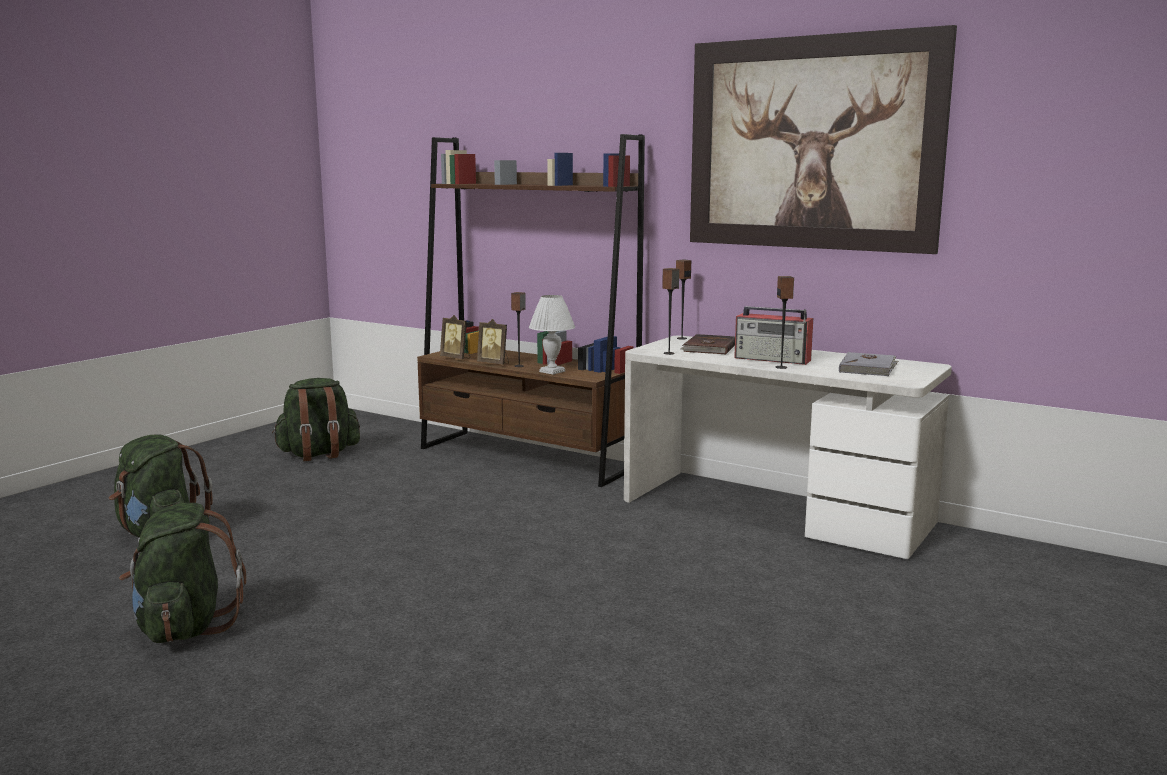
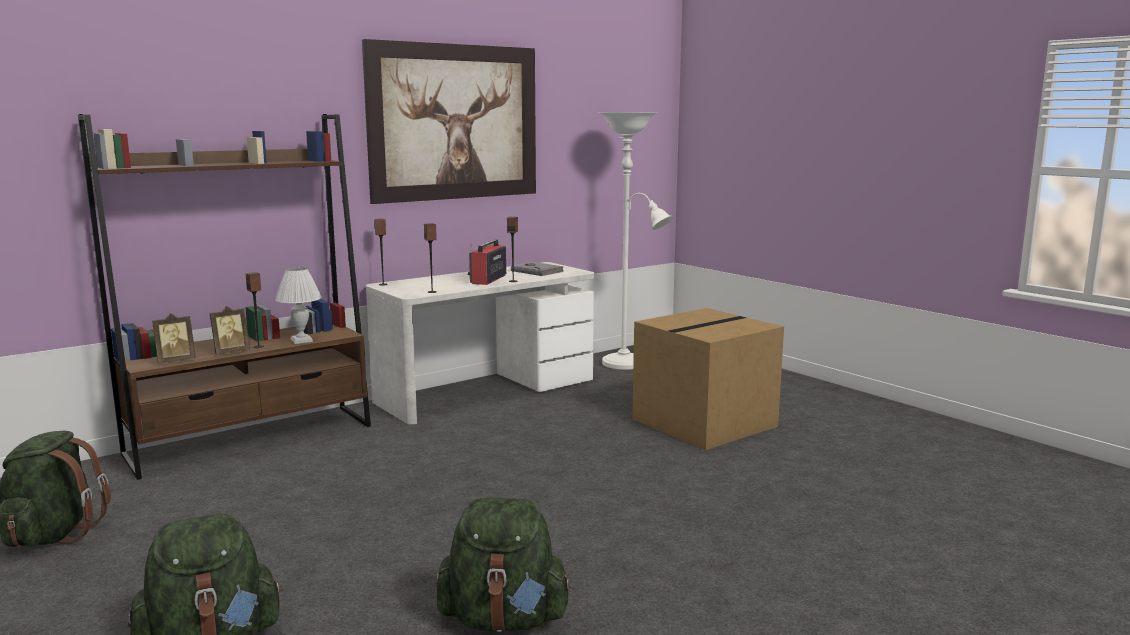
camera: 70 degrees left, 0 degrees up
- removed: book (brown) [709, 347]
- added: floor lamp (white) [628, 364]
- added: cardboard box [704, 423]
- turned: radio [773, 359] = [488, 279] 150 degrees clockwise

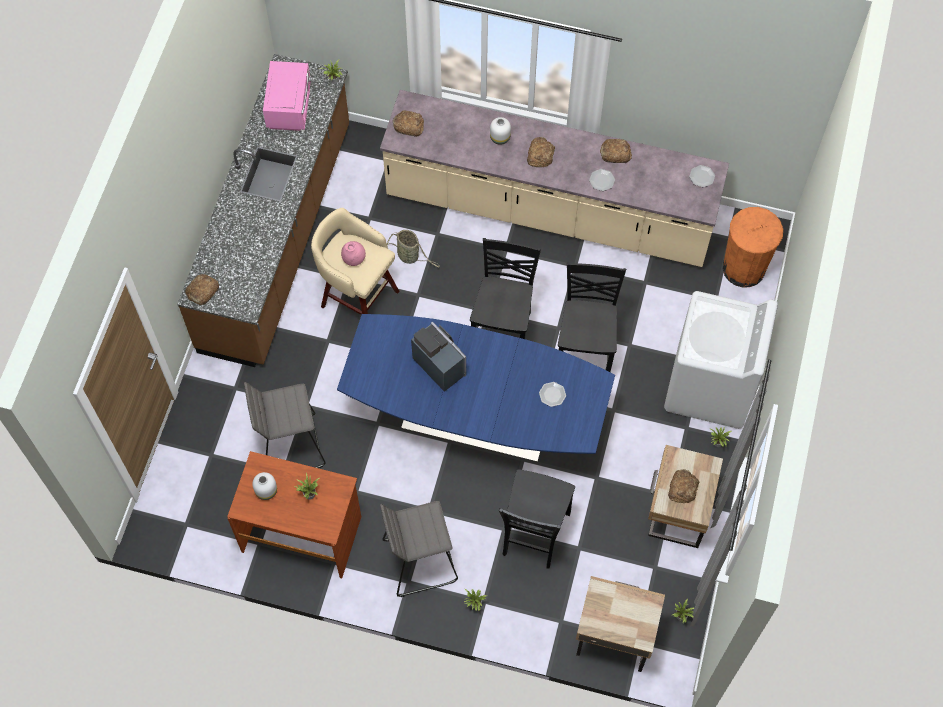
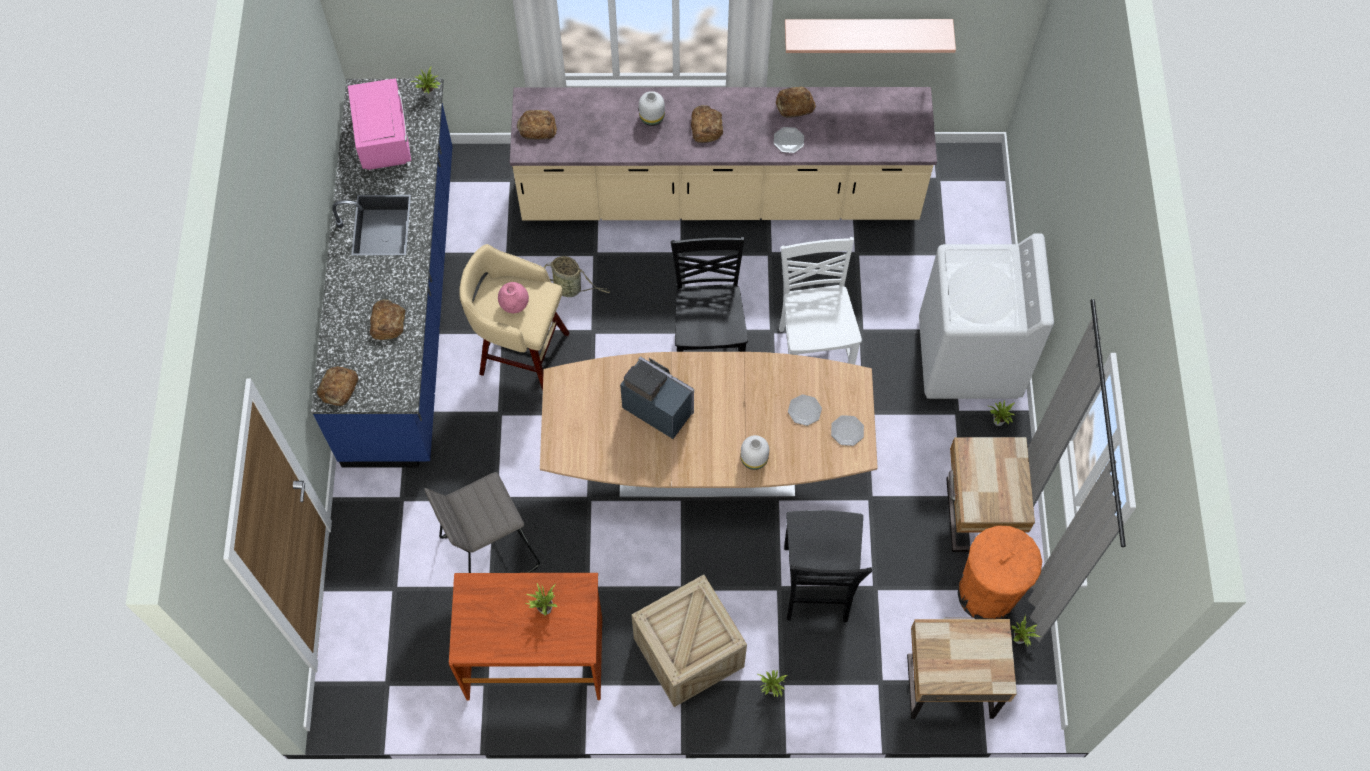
camera: 15 degrees left, 0 degrees up
- added: shelf [867, 30]
- moved: vase (white) [267, 490] to [754, 458]
- moved: bread [682, 488] to [387, 322]
- moved: plate [701, 176] to [847, 431]
- moved: trash can (orange) [743, 268] to [986, 594]
- replaced: stool (grey) [419, 560] to crate [688, 652]
- recoloured: counter (brown) [277, 238] to counter (blue) [403, 304]
- recoloured: dining table (blue) [475, 419] to dining table (brown) [706, 464]
- recoloured: chair (black) [584, 355] to chair (white) [812, 355]

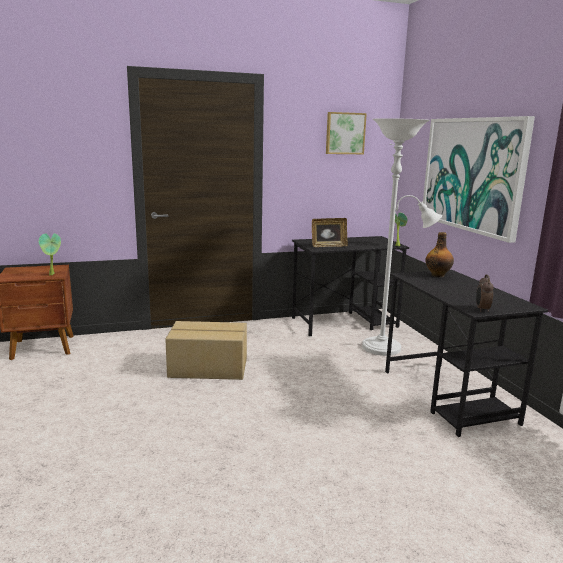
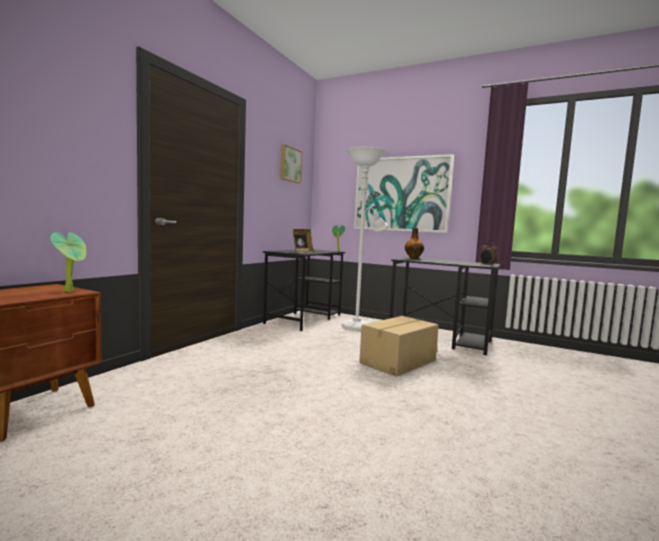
camera: 45 degrees left, 10 degrees down
- moved: cardboard box [208, 368] to [399, 362]

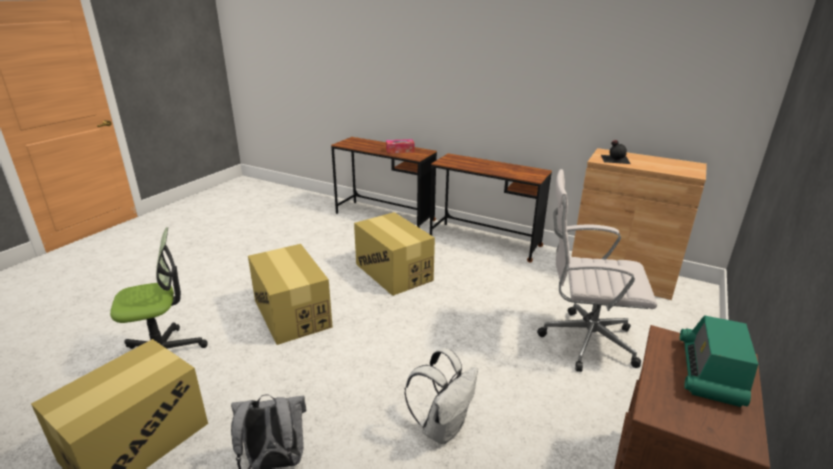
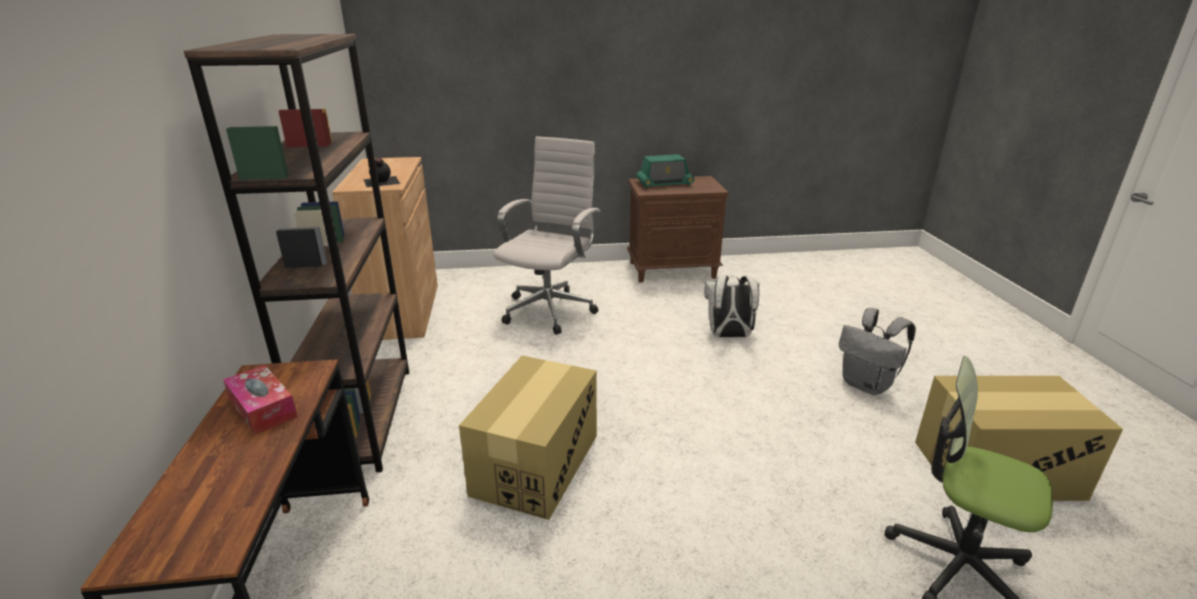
camera: 125 degrees left, 0 degrees up
- removed: cardboard box [292, 313]
- replaced: desk (brown) [485, 242] to bookcase (brown) [363, 418]
- turned: office chair (white) [583, 341] = [551, 309] 135 degrees counterclockwise

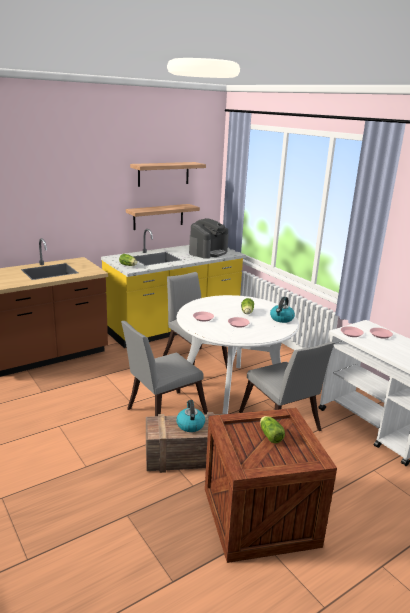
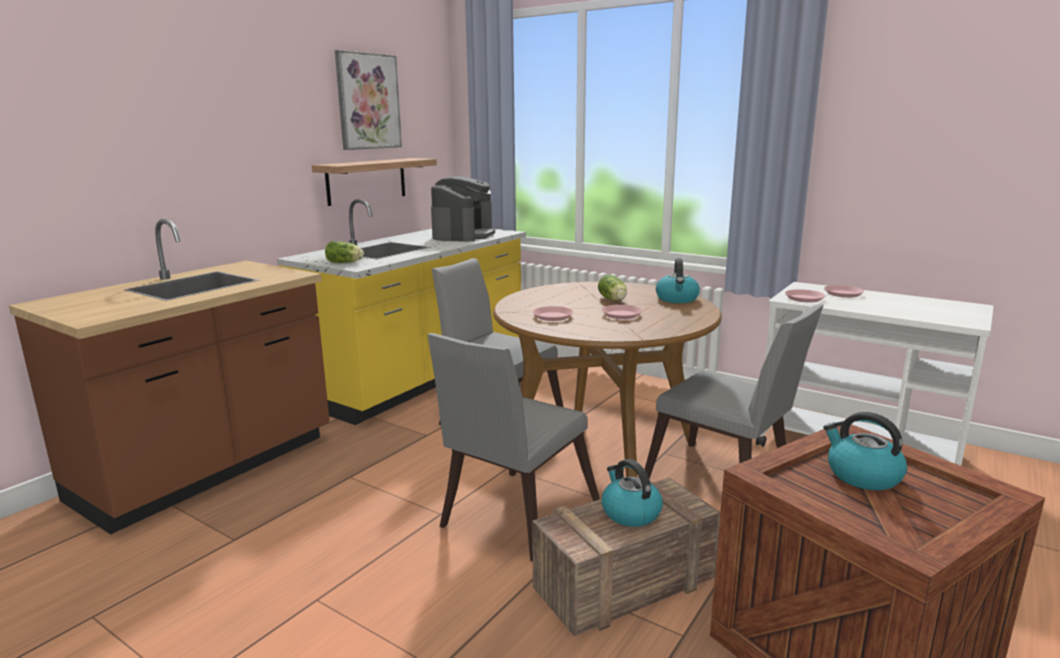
camera: 20 degrees left, 5 degrees down
- replaced: shelf [163, 174] to picture [368, 101]
- replaced: lettuce [270, 435] to kettle [862, 475]
- recoloured: dining table (white) [232, 392] to dining table (brown) [601, 452]

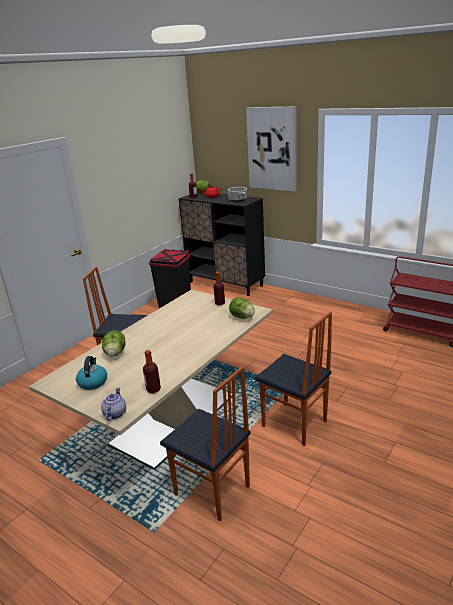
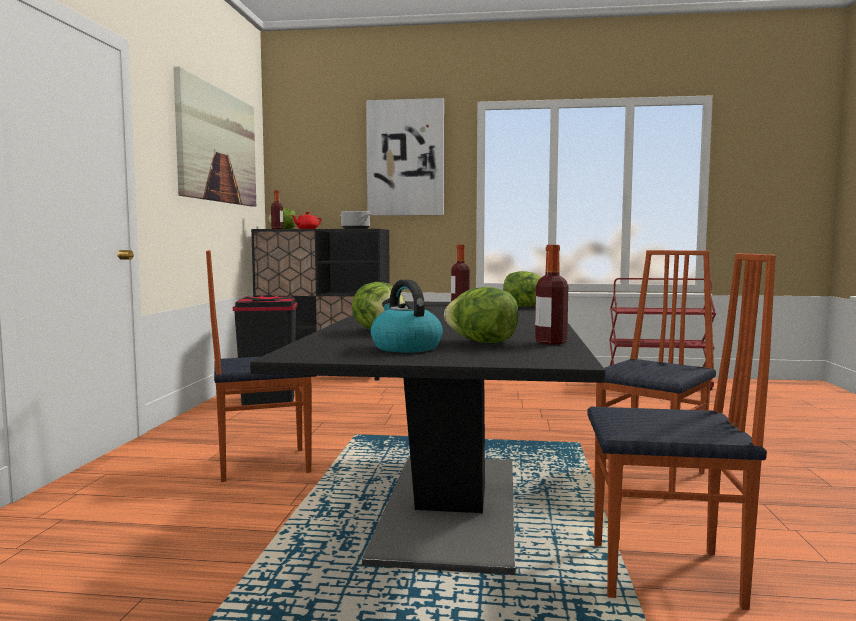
camera: 30 degrees left, 20 degrees down
- removed: teapot [114, 414]
- added: picture [217, 146]
- added: lettuce [482, 342]
- recoloured: dining table (beige) [174, 420] to dining table (black) [451, 507]
- turned: chair [294, 424] = [653, 476] 60 degrees counterclockwise

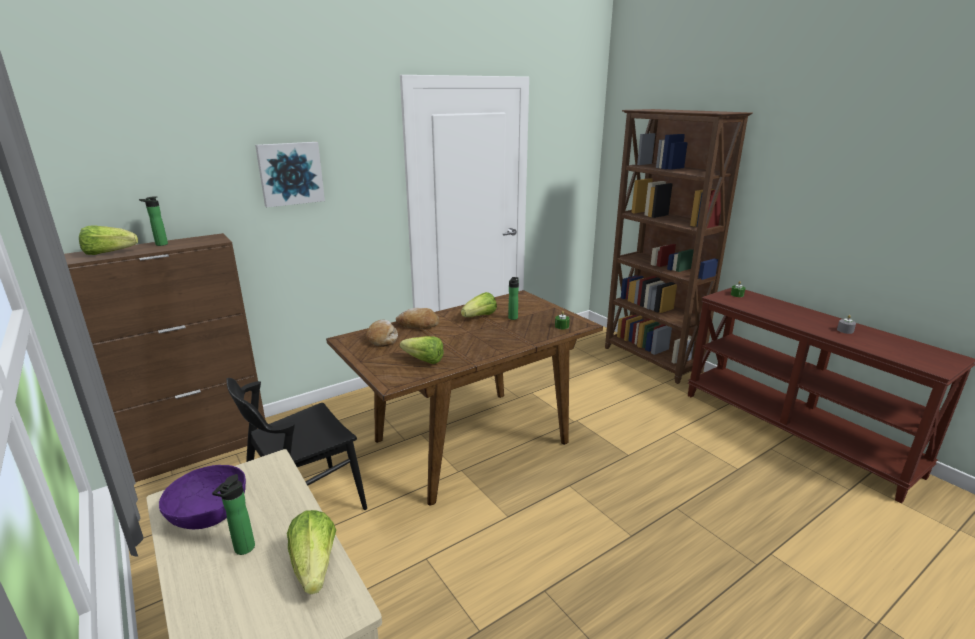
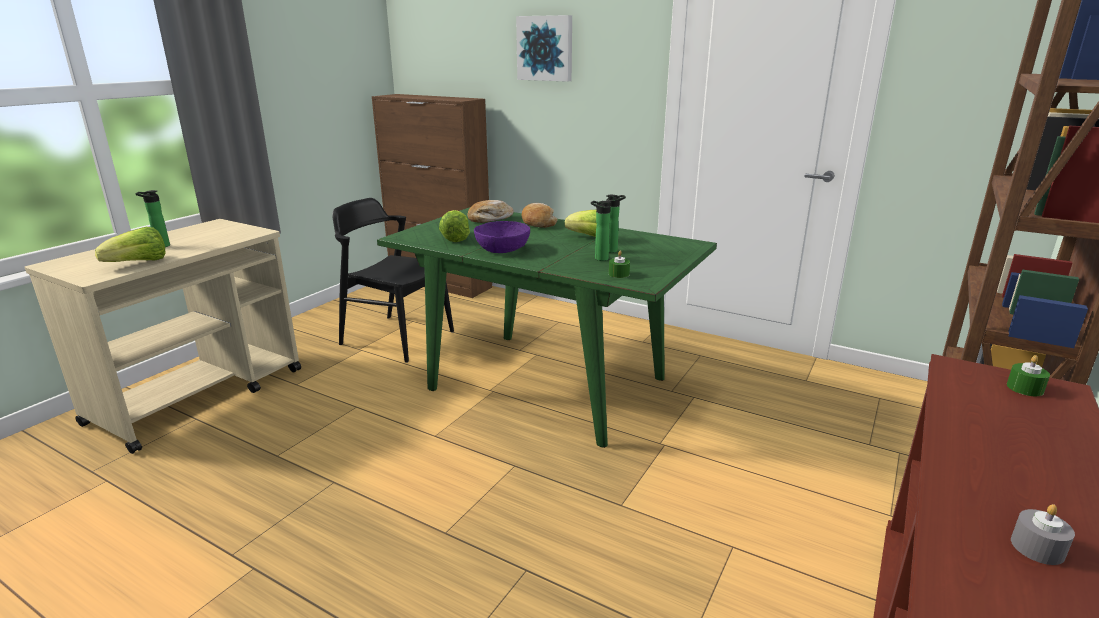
camera: 65 degrees right, 0 degrees up
- removed: lettuce [109, 253]
- moved: bottle [159, 245] to [599, 258]
- moved: bowl (purple) [209, 513] to [502, 249]
- recoloured: dining table (brown) [469, 442] to dining table (green) [545, 383]

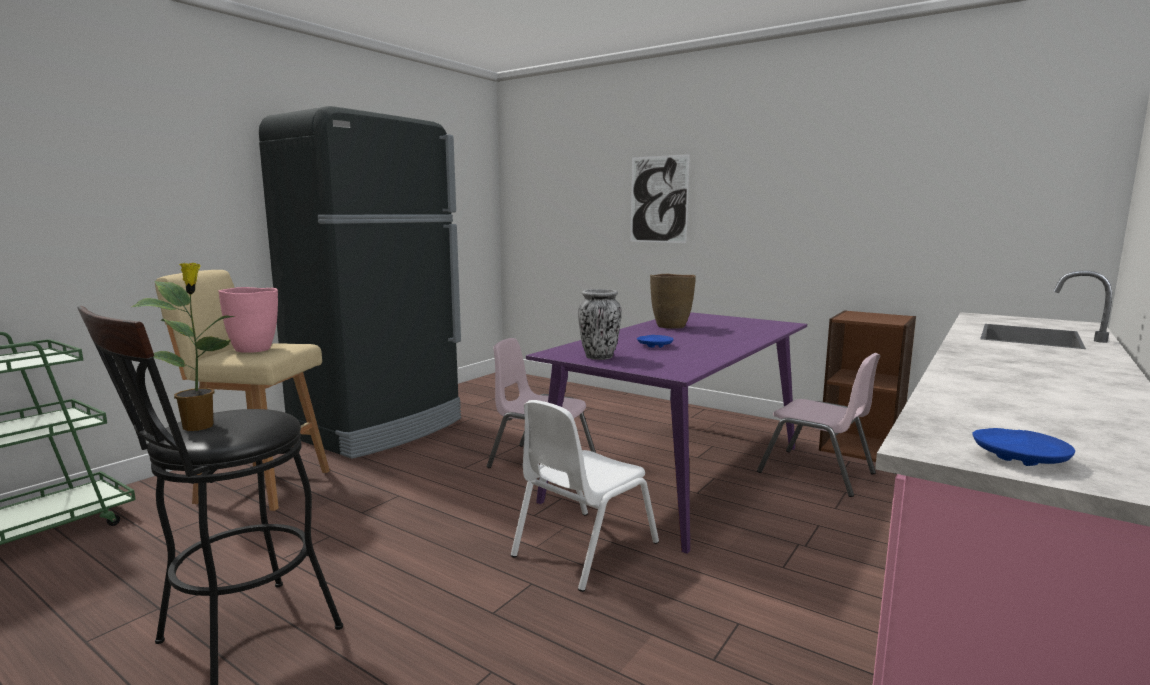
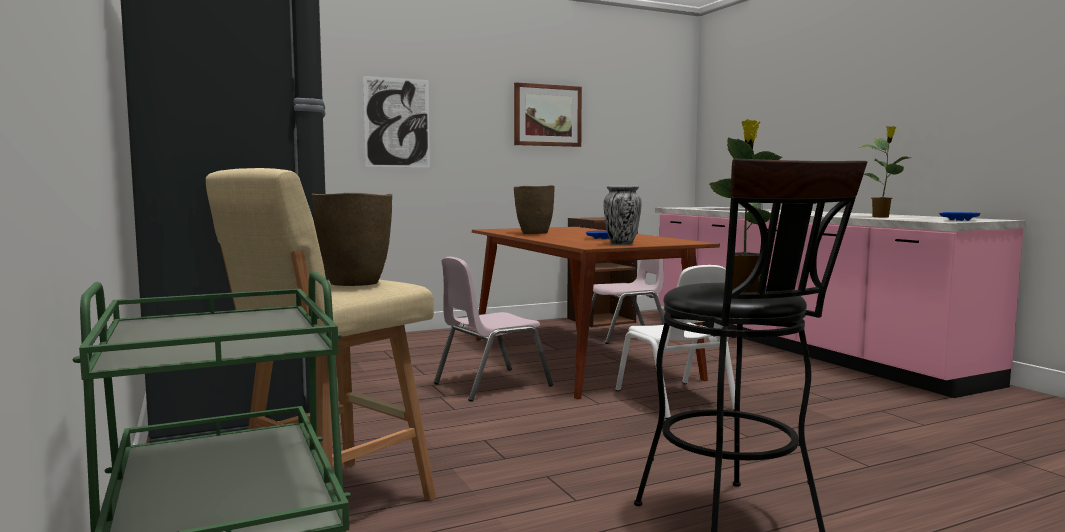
camera: 60 degrees left, 5 degrees down
- added: picture [547, 115]
- added: potted plant [881, 217]
- recoloured: vase (pink) [254, 349] to vase (brown) [354, 283]
- recoloured: dining table (purple) [678, 472] to dining table (brown) [577, 357]

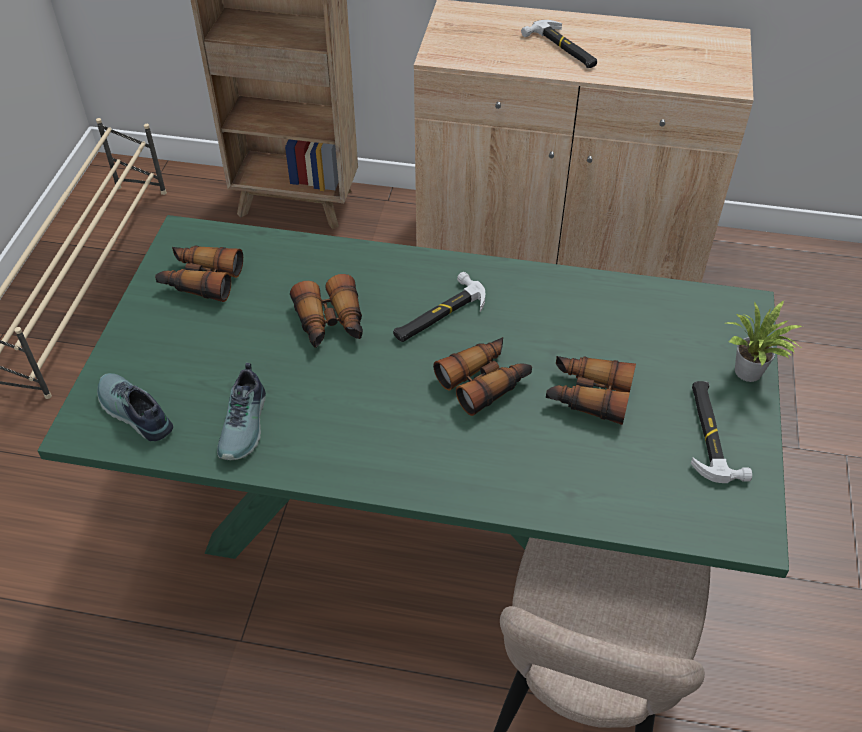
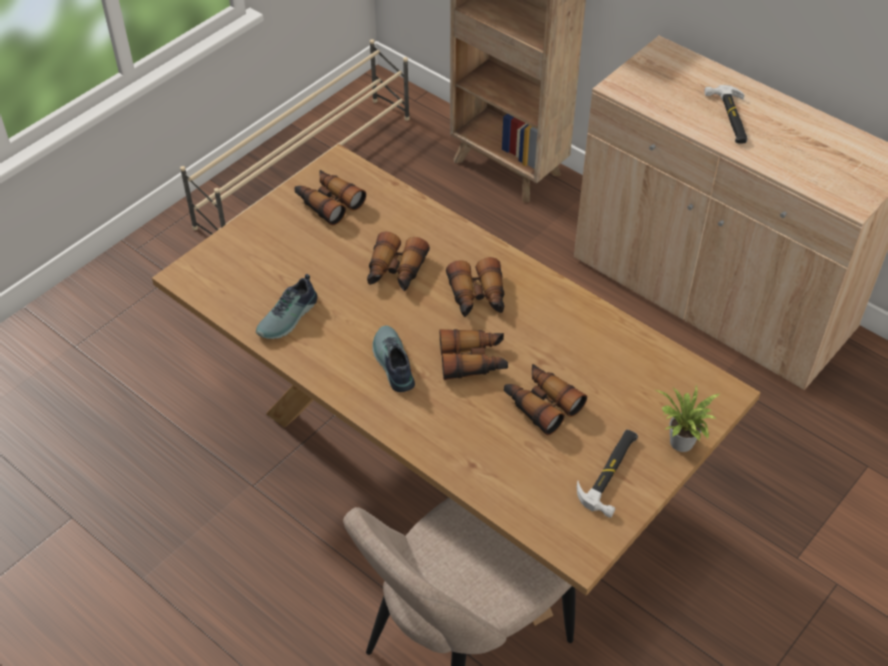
camera: 30 degrees right, 0 degrees up
- moved: shoe [133, 413] to [392, 363]
- replaced: hammer [438, 314] to binoculars [477, 298]
- recoloured: dining table (green) [431, 517] to dining table (brown) [445, 465]

